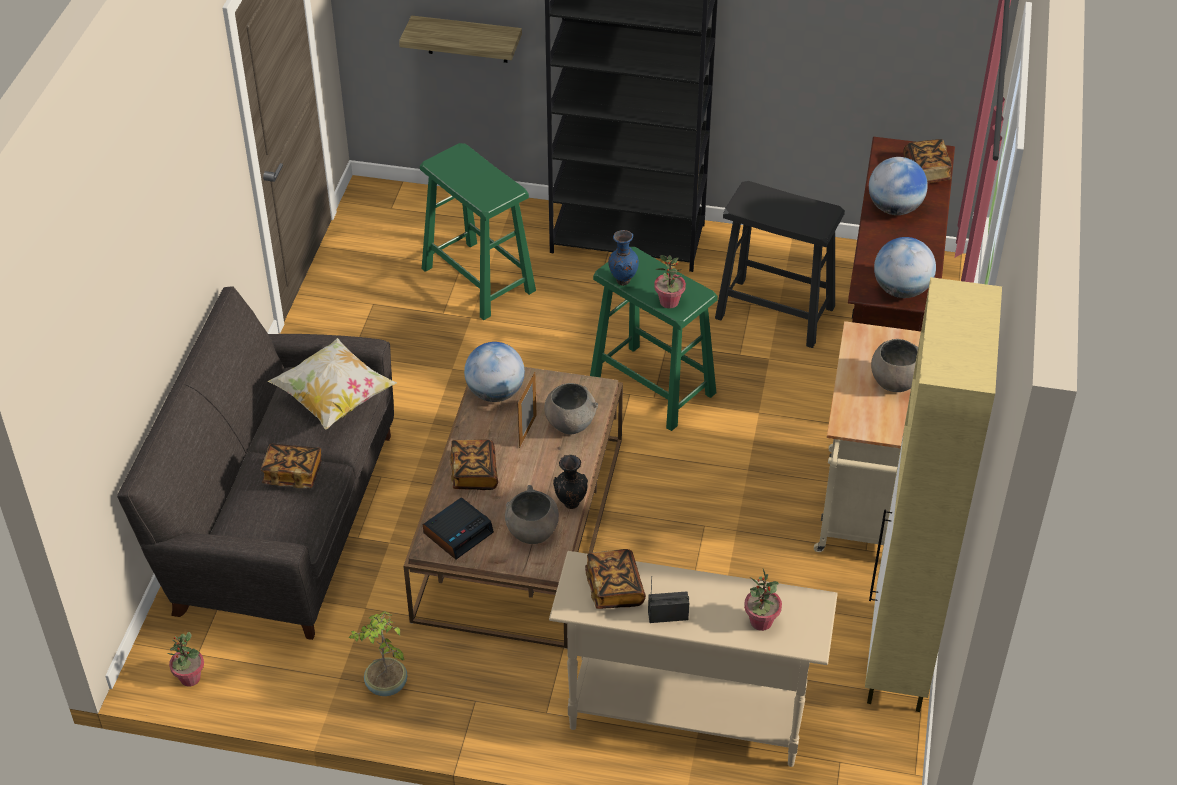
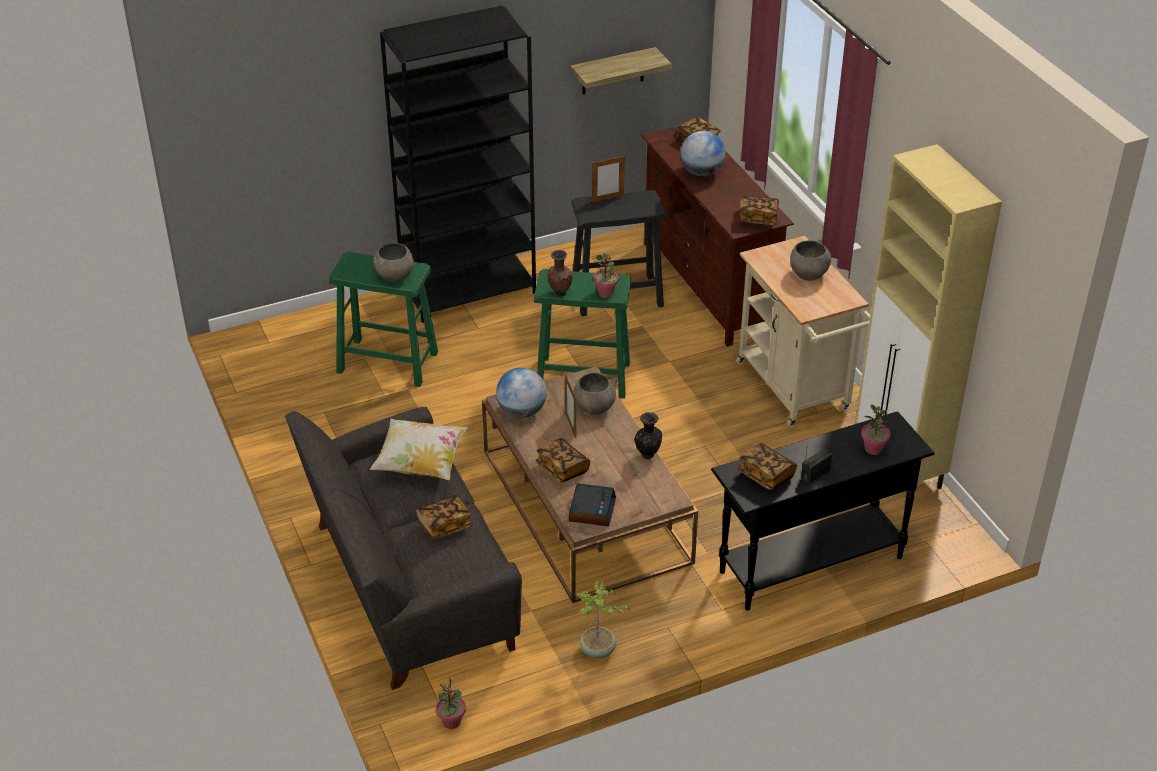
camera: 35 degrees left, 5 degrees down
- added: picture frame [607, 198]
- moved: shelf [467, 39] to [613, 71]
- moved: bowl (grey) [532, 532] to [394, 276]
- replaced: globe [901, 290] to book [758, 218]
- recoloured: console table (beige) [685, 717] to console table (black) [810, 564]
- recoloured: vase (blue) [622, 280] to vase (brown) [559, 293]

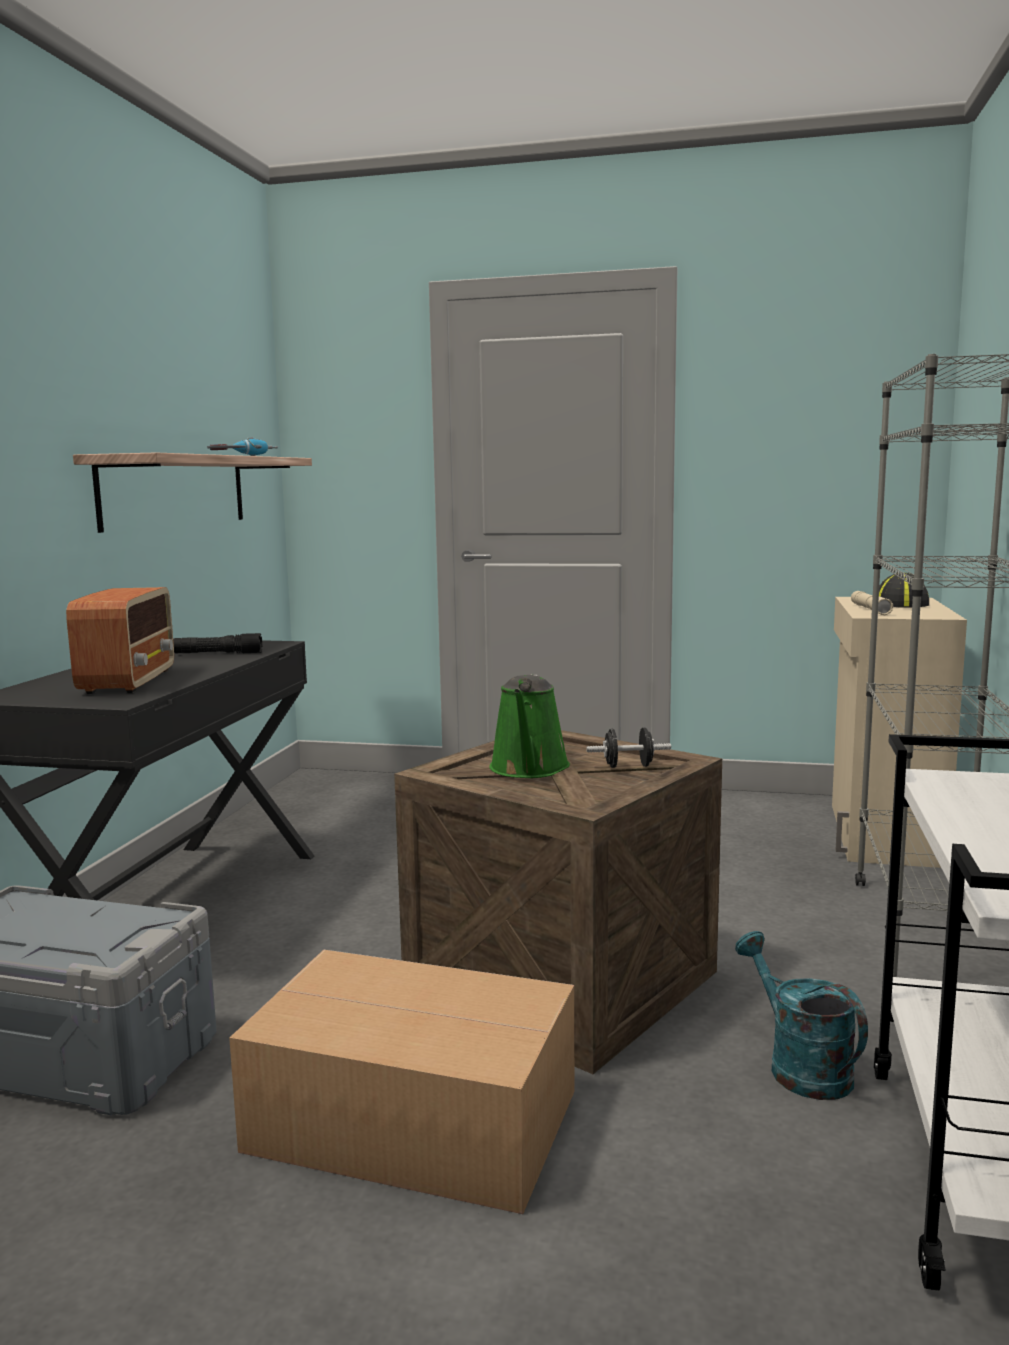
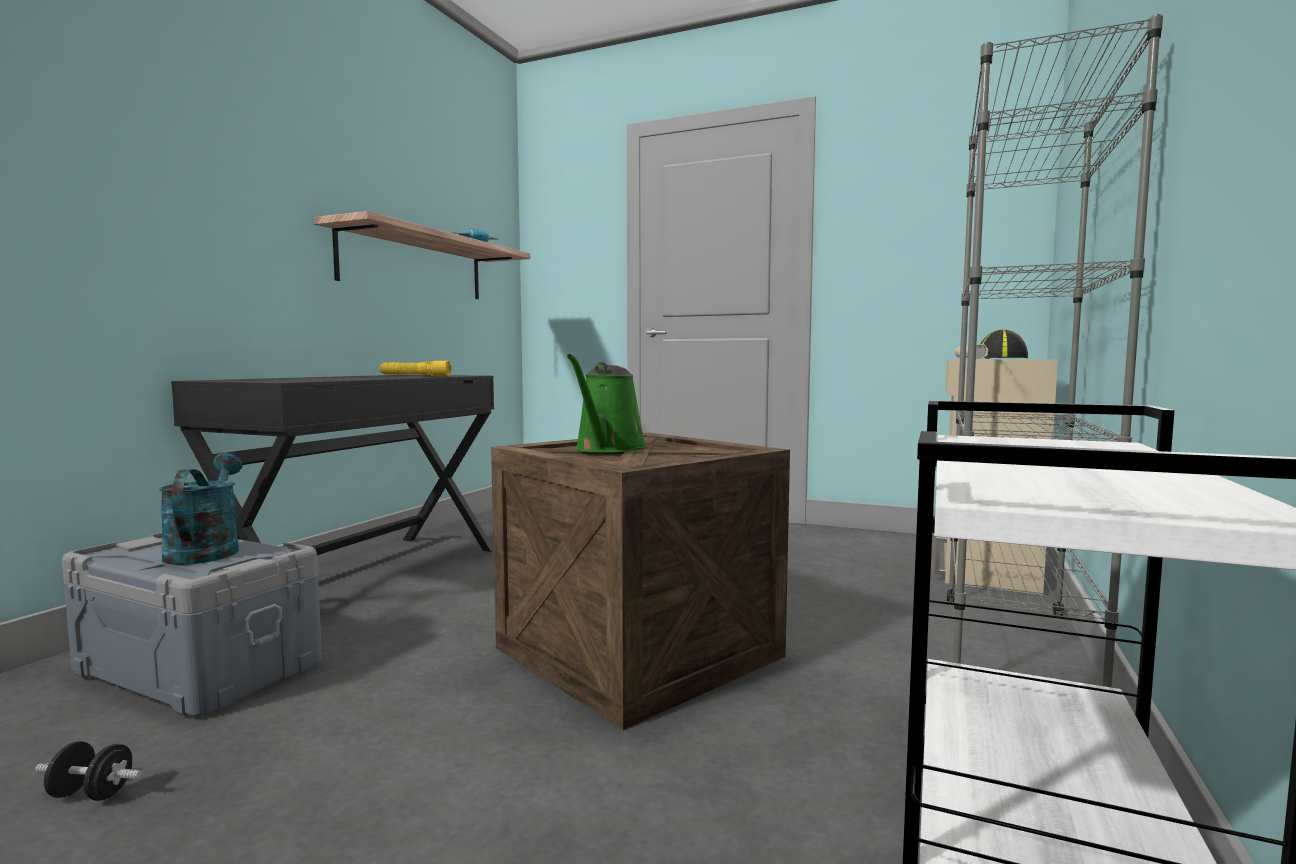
camera: 10 degrees right, 5 degrees down
- removed: radio [129, 681]
- removed: cardboard box [417, 1122]
- moved: dumbbell (black) [628, 766] to [91, 794]
- moved: watering can (turquoise) [799, 1066] to [206, 550]
- recoloured: flashlight (black) [217, 654] to flashlight (yellow) [415, 376]

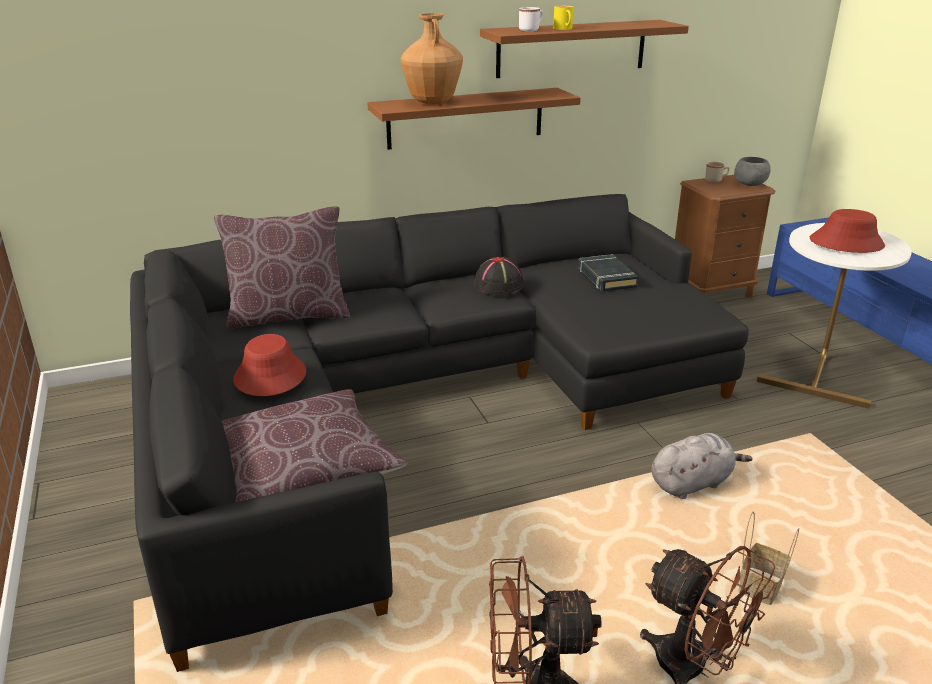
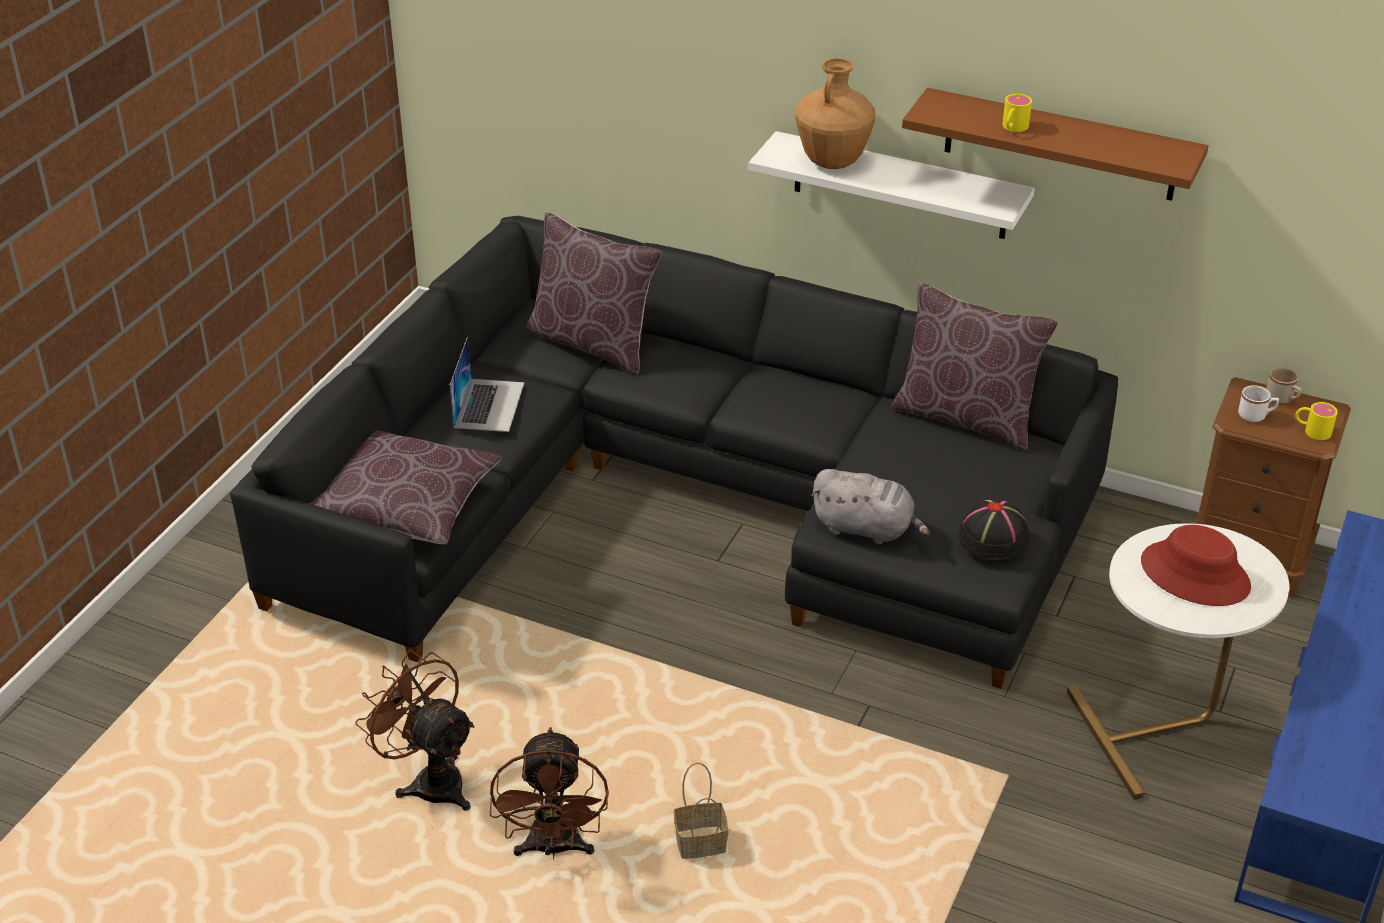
camera: 45 degrees right, 10 degrees up
- removed: book (black) [606, 277]
- added: pillow (brown) [966, 417]
- moved: hat (black) [499, 285] to [994, 538]
- moved: mug (white) [531, 30] to [1256, 416]
- moved: plush toy (grey) [692, 483] to [866, 529]
- replaced: hat (red) [270, 376] to laptop [489, 404]
- replaced: bowl (grey) [750, 185] to mug (yellow) [1312, 430]
- recoloured: shelf (brown) [465, 118] to shelf (white) [900, 186]

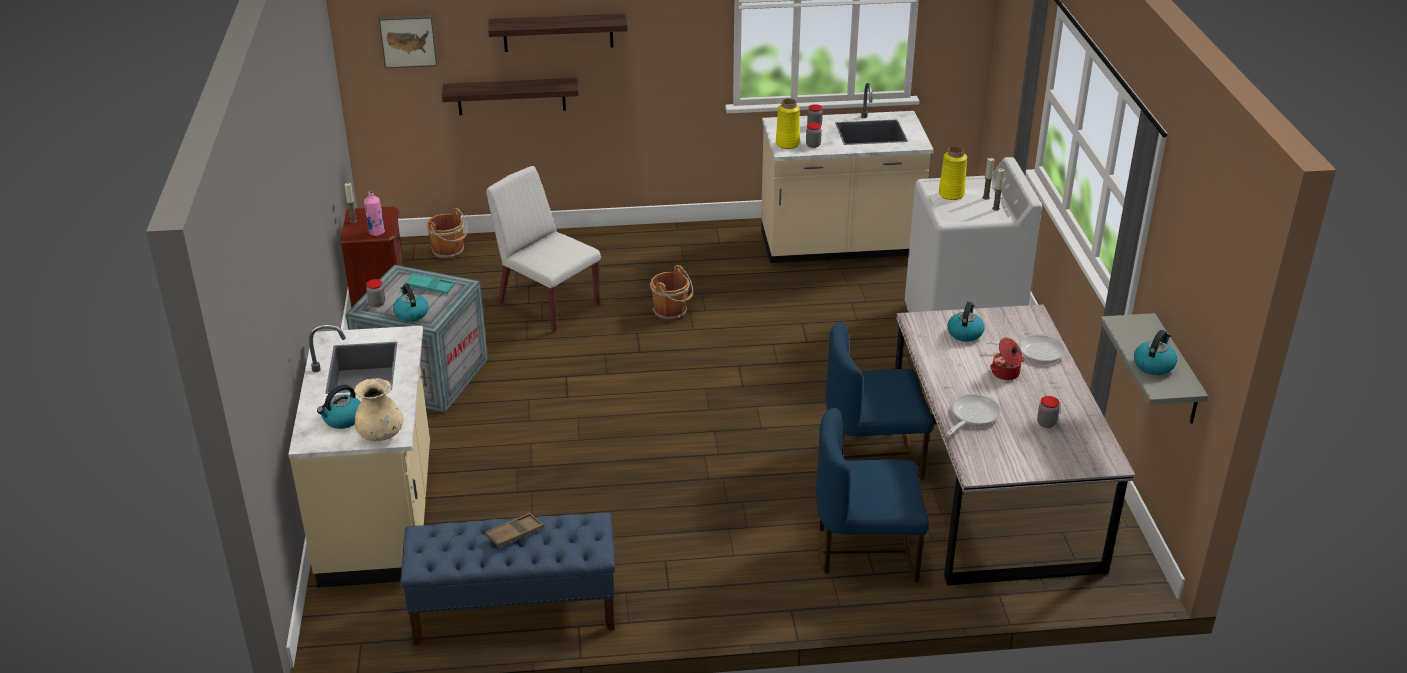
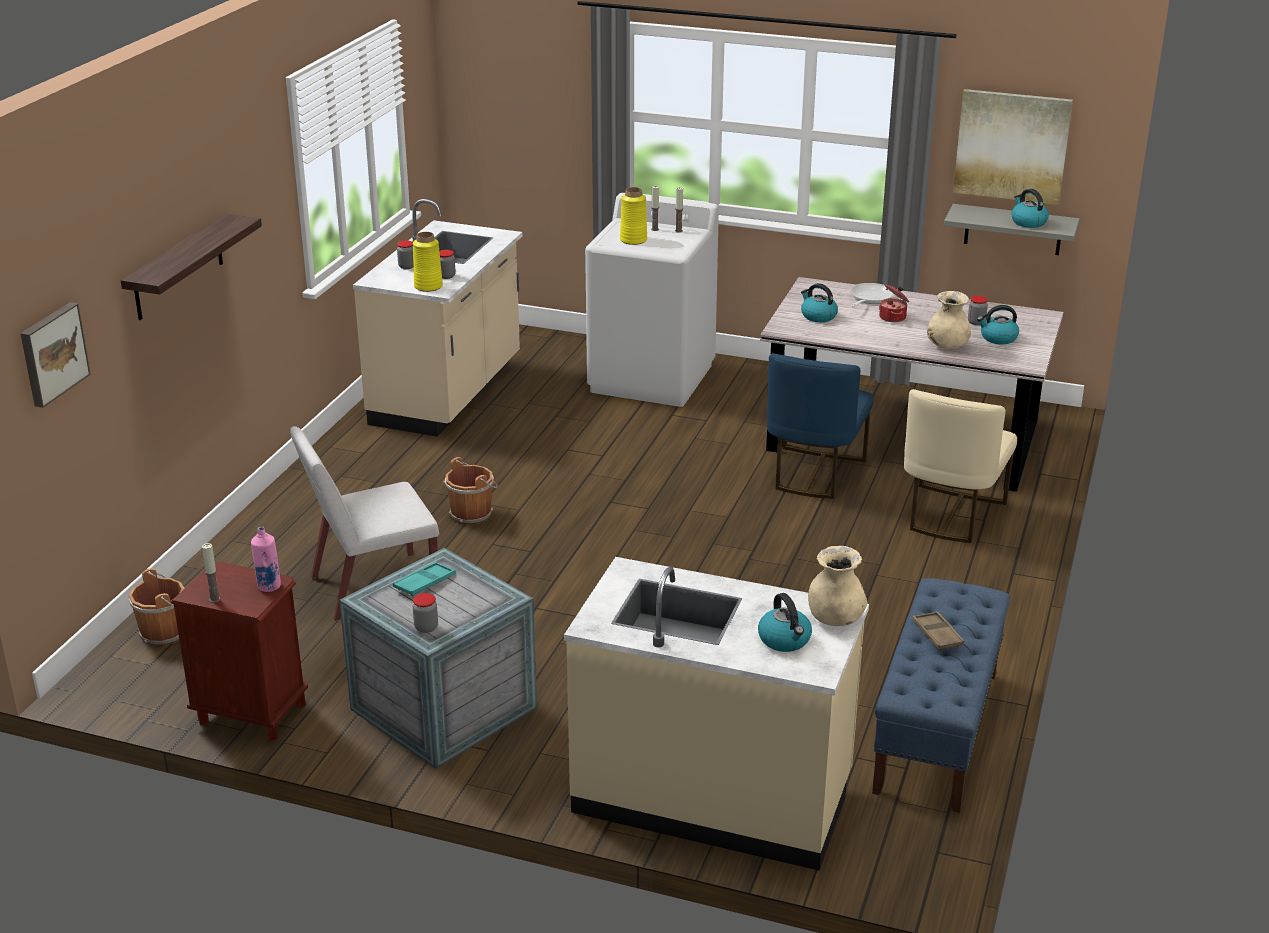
camera: 65 degrees left, 5 degrees down
- removed: shelf [511, 96]
- added: picture [1012, 146]
- moved: kettle [411, 313] to [998, 338]
- replaced: frying pan [972, 416] to vase (beige) [947, 346]
- recoloured: chair (blue) [866, 551] to chair (beige) [951, 515]

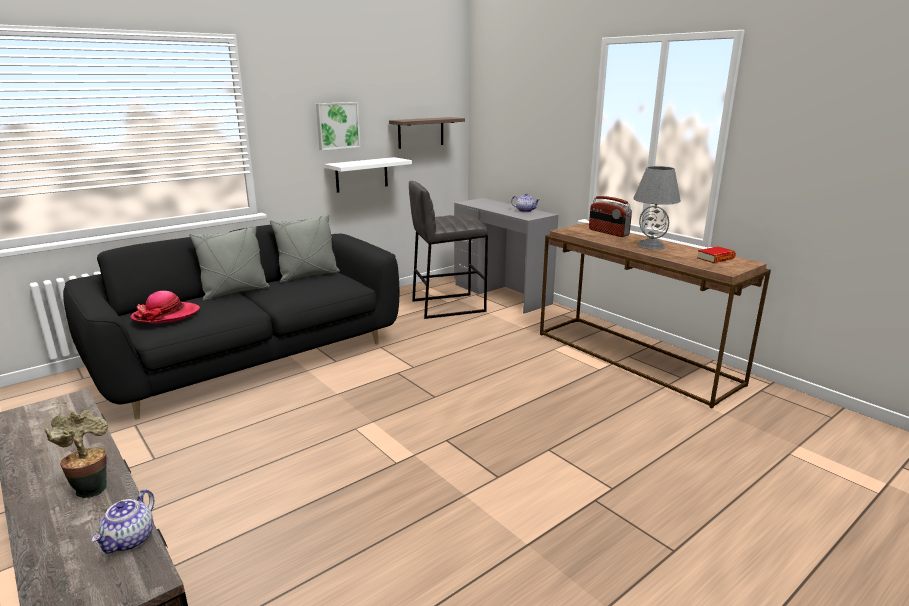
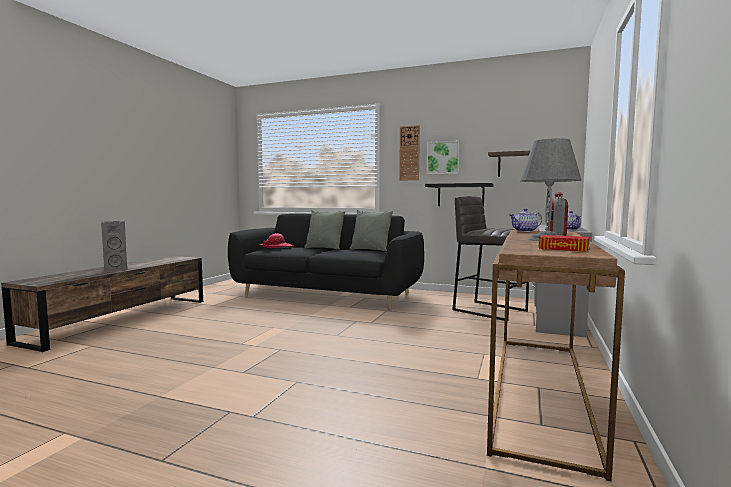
camera: 60 degrees right, 15 degrees down
- added: wall clock [409, 153]
- moved: teapot [130, 540] to [525, 231]
- replaced: potted plant [91, 488] to speaker (grey) [114, 269]
- recoloured: shelf (white) [361, 174] to shelf (black) [460, 195]

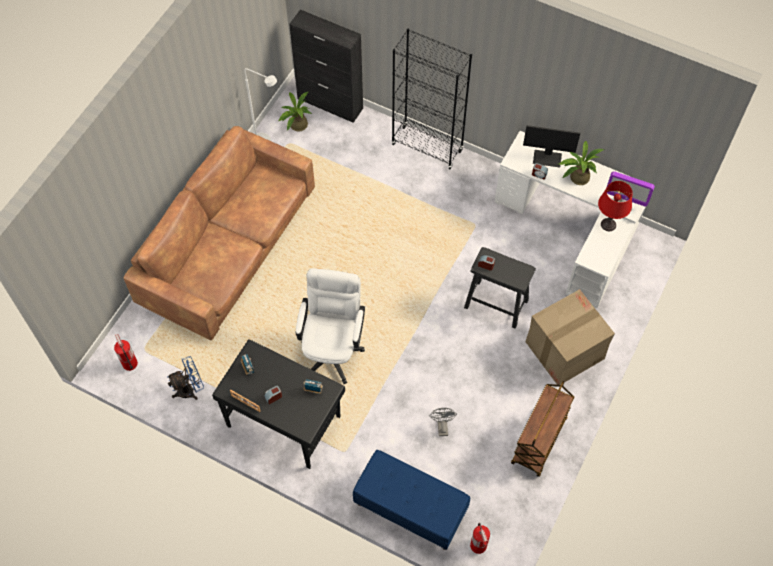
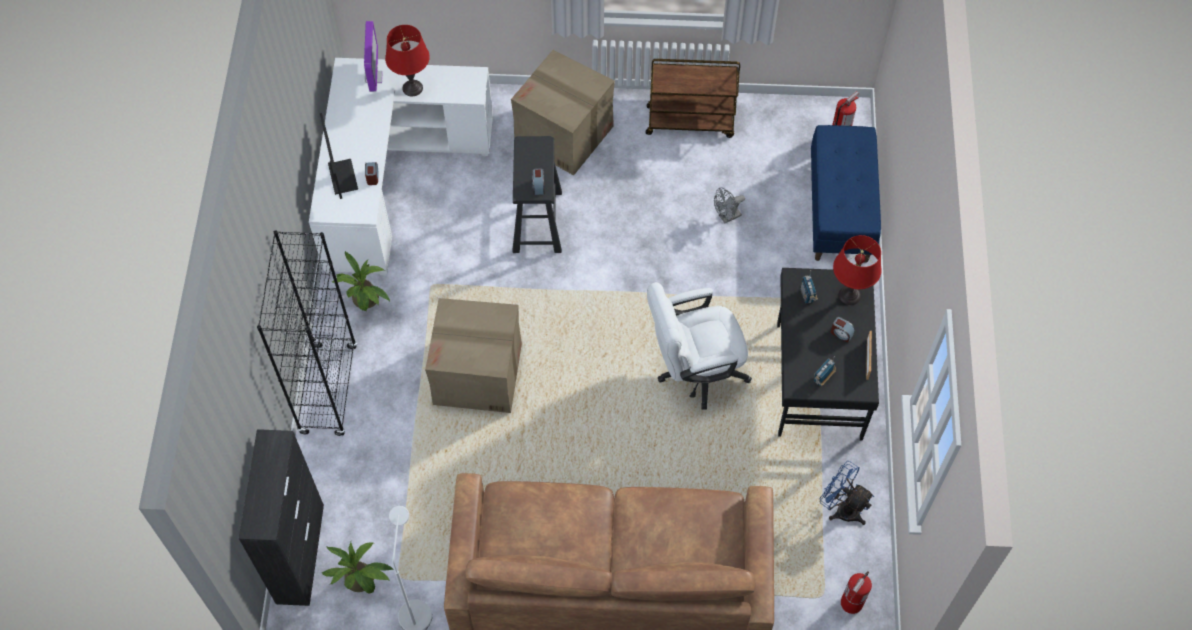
camera: 115 degrees left, 0 degrees up
- added: cardboard box [478, 374]
- added: table lamp (red) [849, 295]
- moved: potted plant [577, 177] to [366, 301]

